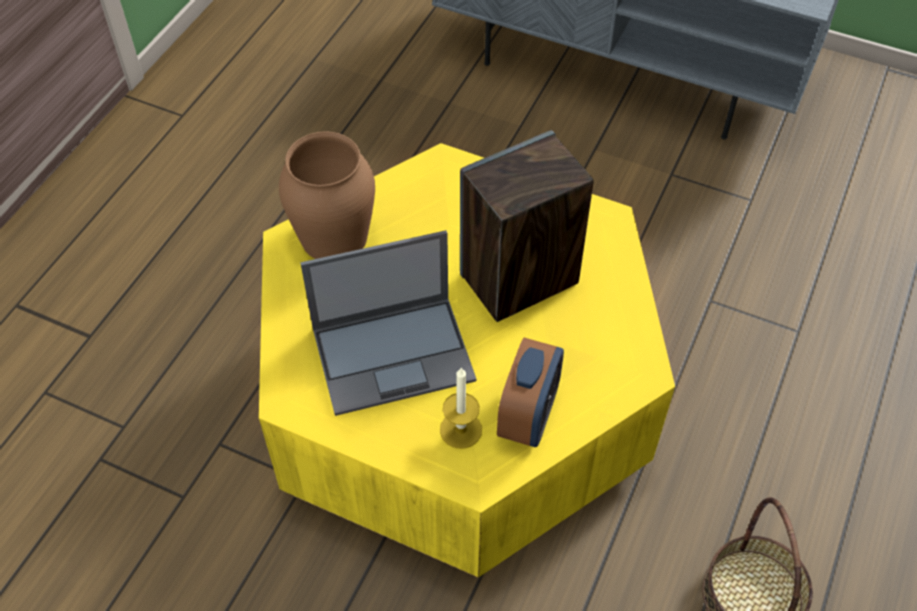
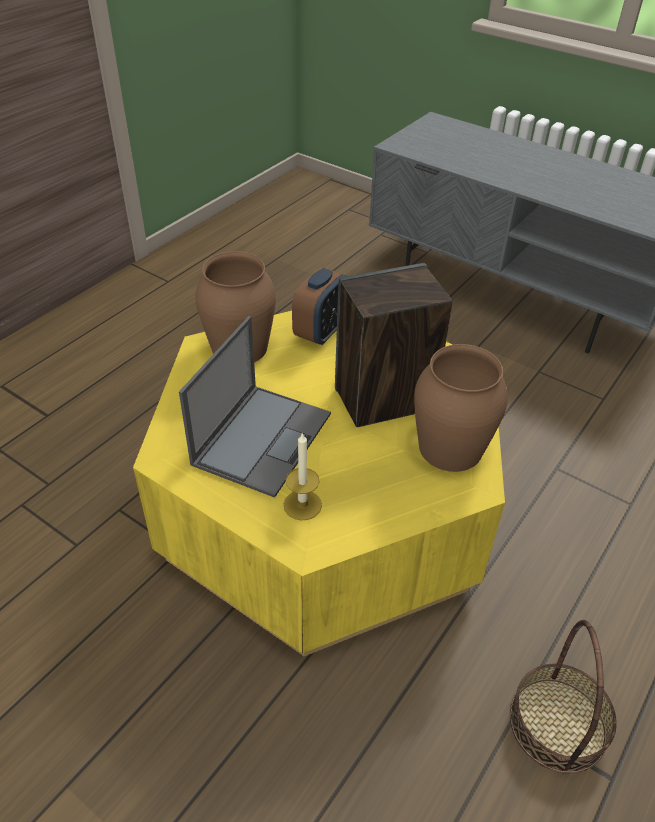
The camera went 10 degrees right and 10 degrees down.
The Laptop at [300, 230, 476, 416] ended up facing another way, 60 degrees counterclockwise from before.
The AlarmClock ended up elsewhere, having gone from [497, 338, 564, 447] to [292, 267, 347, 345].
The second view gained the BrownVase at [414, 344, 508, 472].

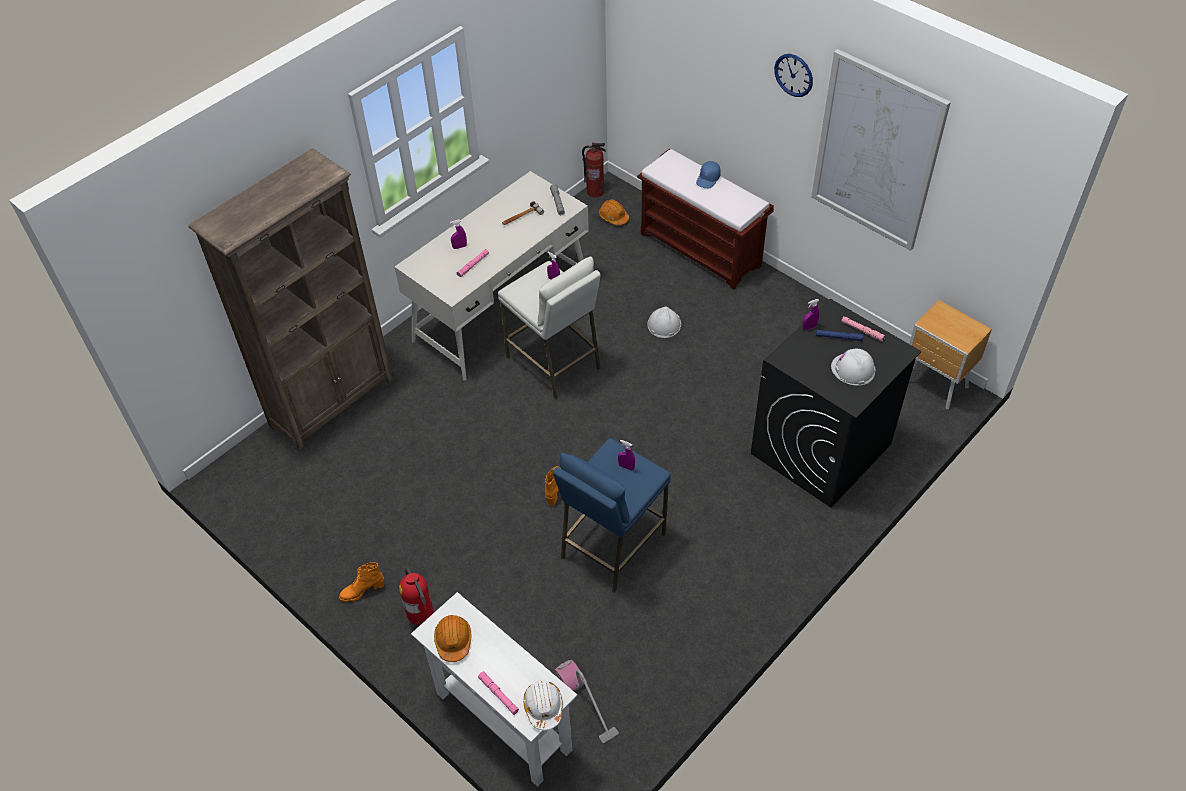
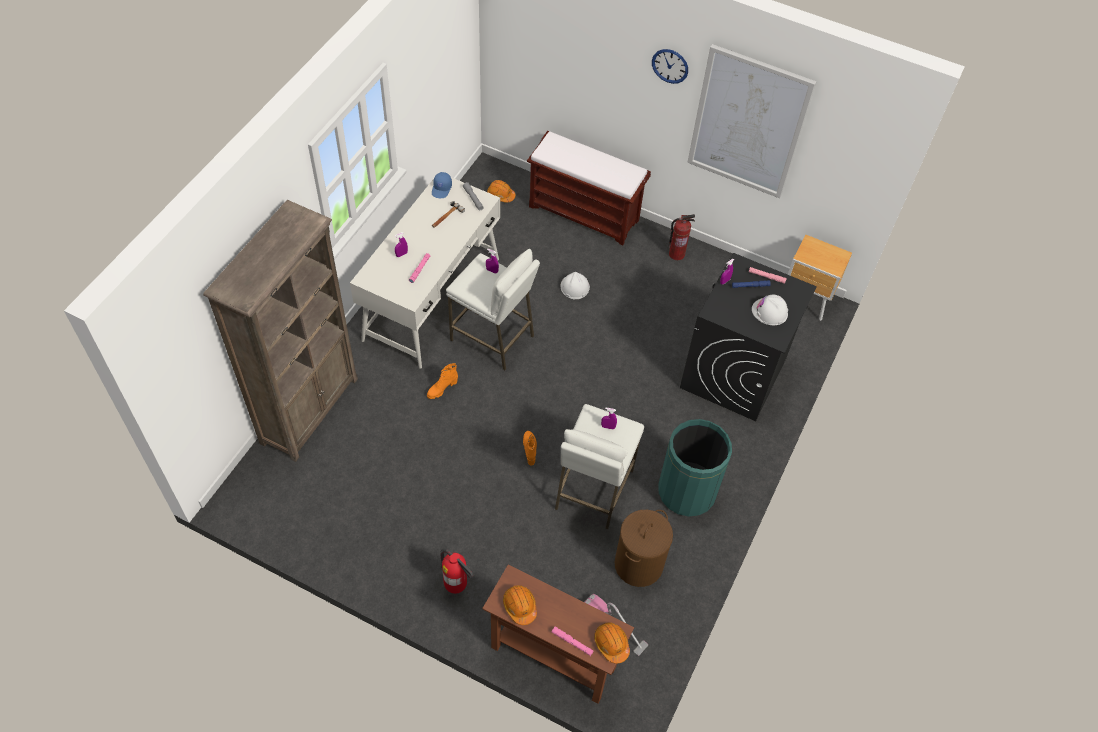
The camera went 20 degrees left and 5 degrees up.
The FireExtinguisher ended up elsewhere, having gone from [582, 143, 606, 198] to [668, 214, 695, 260].
The BlueCap ended up elsewhere, having gone from [696, 161, 721, 188] to [432, 172, 452, 198].
What was the BlueStool at [553, 438, 671, 593] turned into the WhiteStool at [555, 404, 644, 529].
The OrangeBoot ended up elsewhere, having gone from [339, 562, 385, 602] to [427, 363, 458, 399].
What was the WhiteConsoleTable at [411, 592, 578, 787] turned into the BrownConsoleTable at [482, 564, 634, 703].
What was the WhiteHardHat at [523, 680, 563, 731] turned into the OrangeHardHat at [594, 623, 630, 664].
The second view gained the GreenTrashCan at [658, 419, 732, 517].
The second view gained the BrownLaundryBasket at [615, 510, 673, 587].

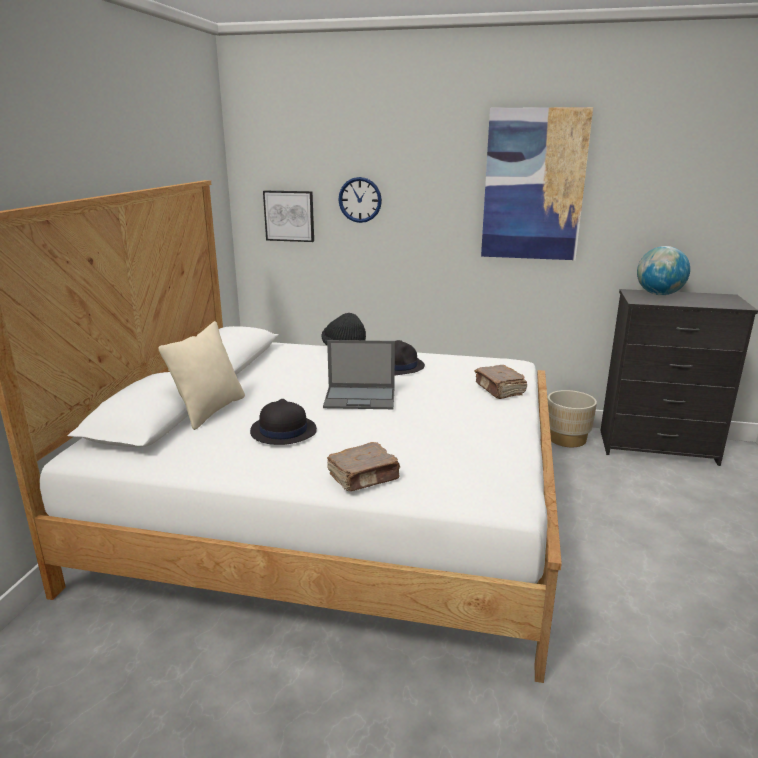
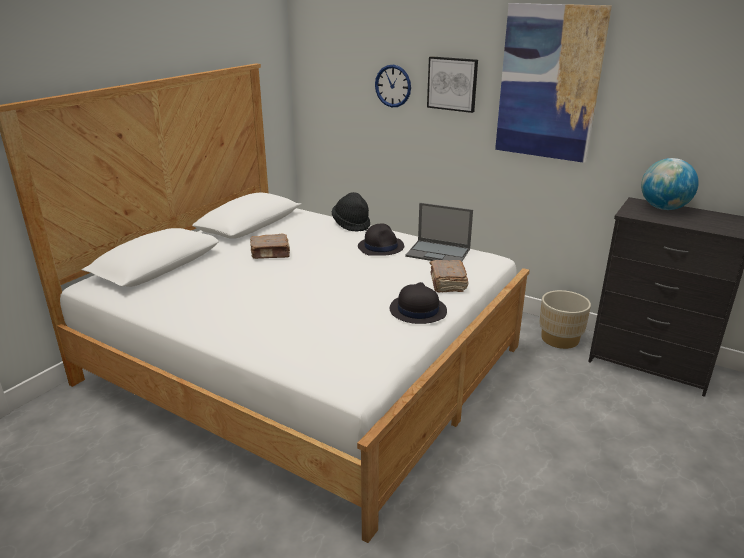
The camera went 20 degrees right and 5 degrees up.
The Picture ended up elsewhere, having gone from [263, 191, 314, 242] to [427, 56, 478, 113].
The second view lost the BeigePillow at [158, 321, 245, 430].
The Laptop ended up elsewhere, having gone from [323, 340, 395, 409] to [405, 203, 473, 262].
The BlackHat ended up elsewhere, having gone from [250, 399, 317, 445] to [390, 282, 447, 324].
The BrownBook ended up elsewhere, having gone from [327, 442, 400, 491] to [250, 234, 290, 259].

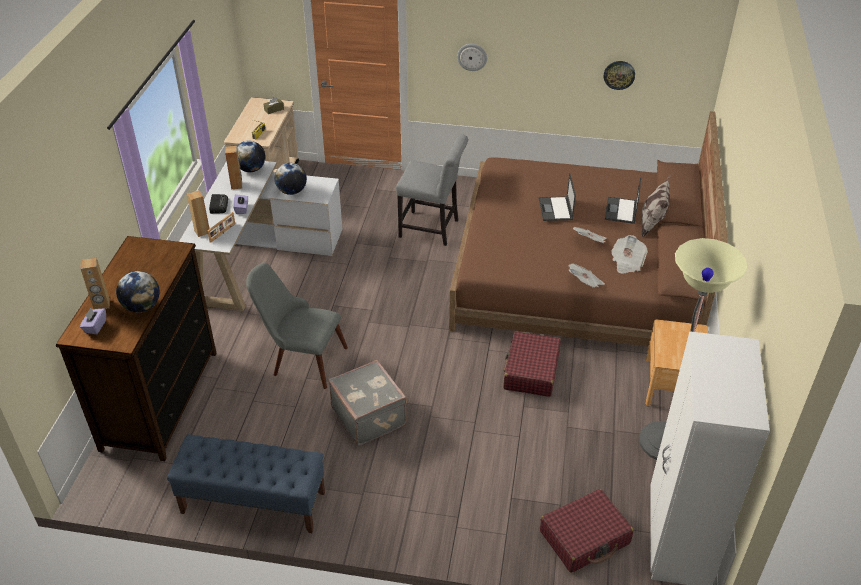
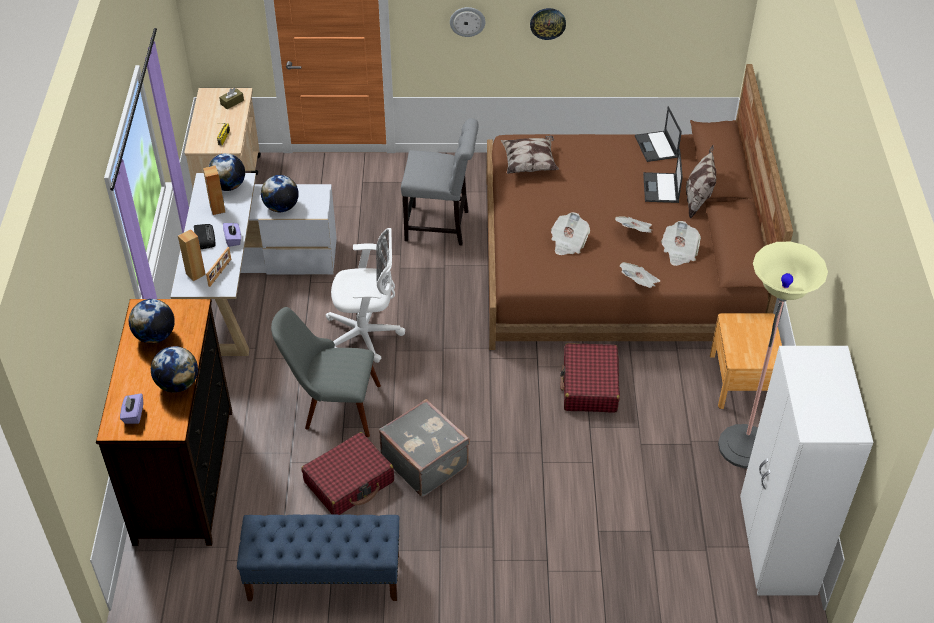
The camera went 10 degrees left and 5 degrees up.
The WallClock ended up elsewhere, having gone from [604, 61, 635, 90] to [530, 8, 566, 40].
The Laptop ended up elsewhere, having gone from [539, 173, 576, 221] to [635, 106, 682, 162].
The second view lost the BrownSpeaker at [80, 258, 110, 309].
The RedSuitcase ended up elsewhere, having gone from [540, 489, 633, 573] to [301, 432, 394, 515].
The second view gained the Pillow at [501, 136, 559, 174].
The second view gained the Newspaper at [551, 212, 590, 255].
The second view gained the WhiteOfficeChair at [326, 228, 405, 363].
The second view gained the Globe at [129, 299, 175, 344].

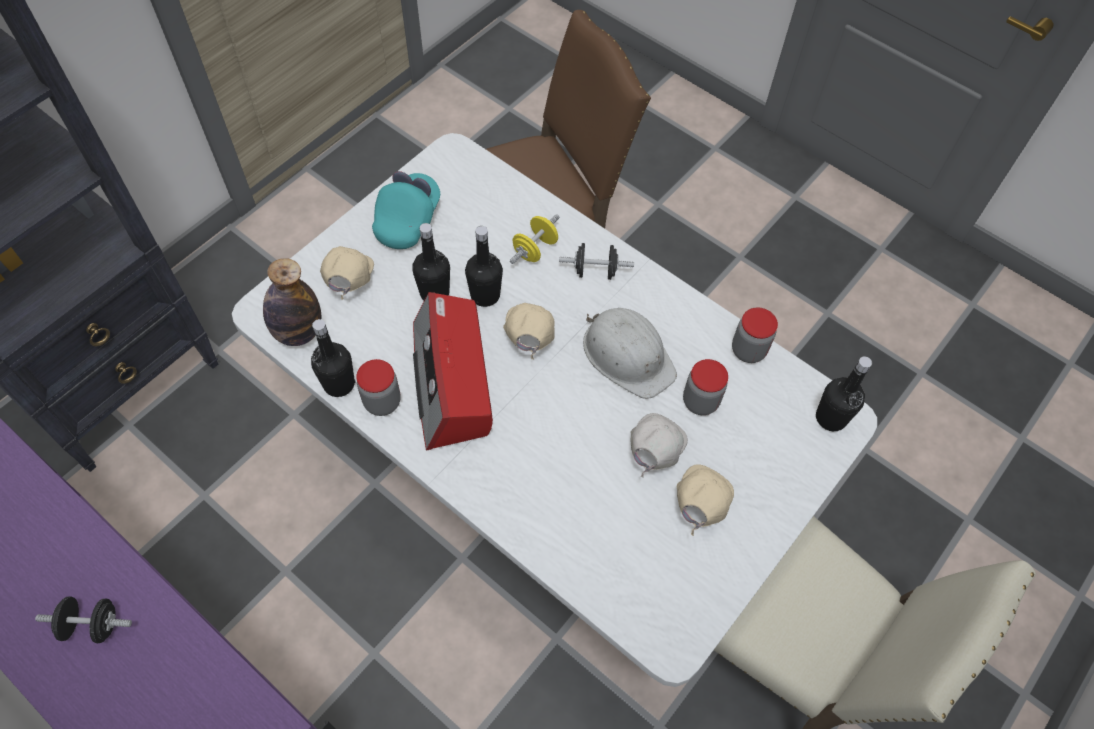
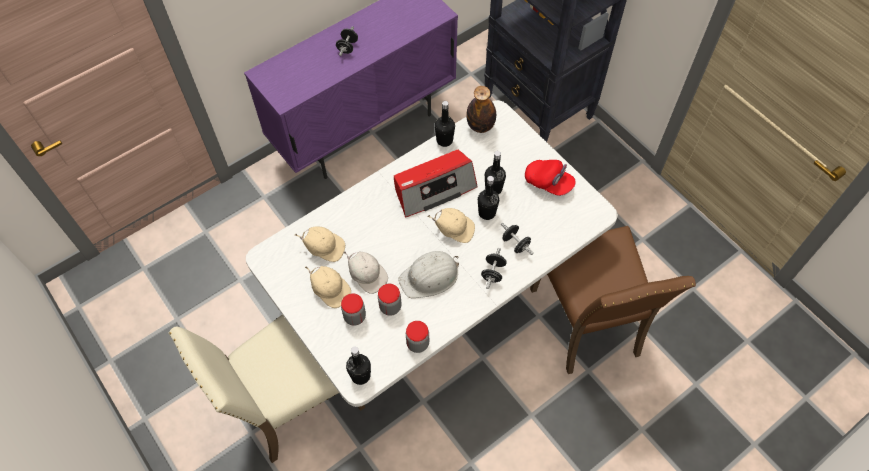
The camera went 105 degrees right and 0 degrees up.
What was the TurquoiseCap at [372, 171, 440, 249] turned into the RedCap at [525, 160, 576, 196].
What was the YellowDumbbell at [510, 214, 559, 264] turned into the BlackDumbbell at [501, 223, 534, 255].
The BeigeCap ended up elsewhere, having gone from [320, 246, 374, 300] to [295, 226, 345, 262].
The Radio at [413, 292, 493, 451] ended up facing another way, 150 degrees clockwise from before.
The Jar ended up elsewhere, having gone from [356, 359, 401, 416] to [341, 293, 366, 326].

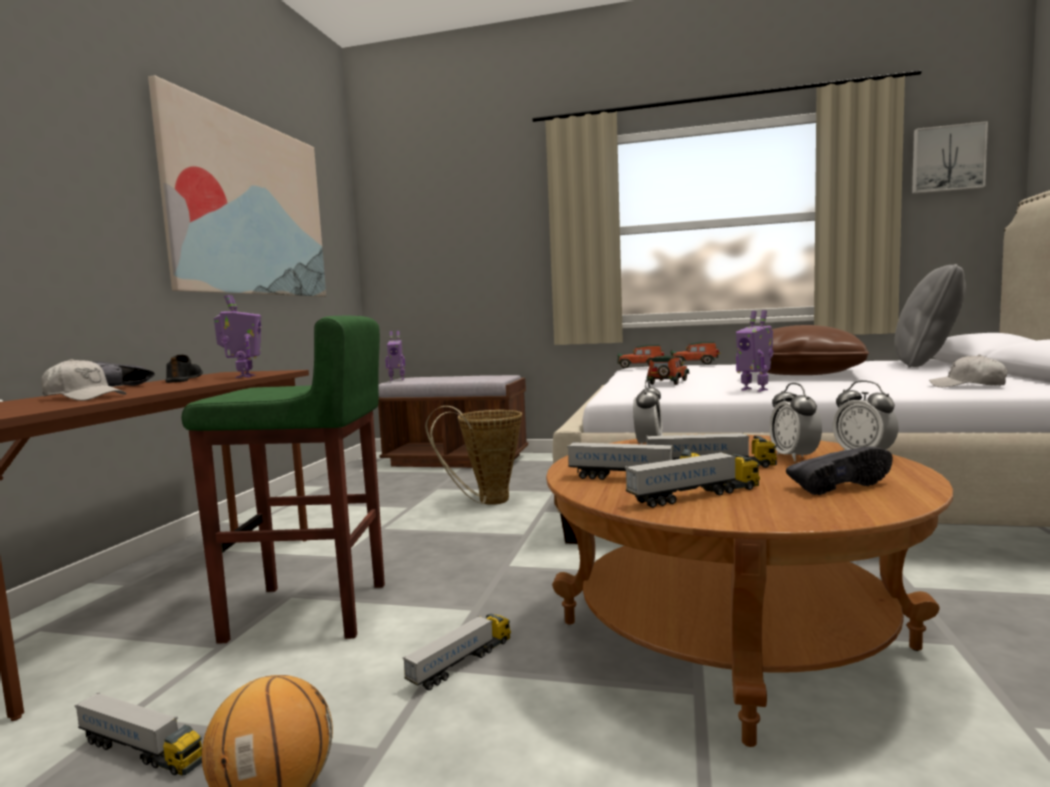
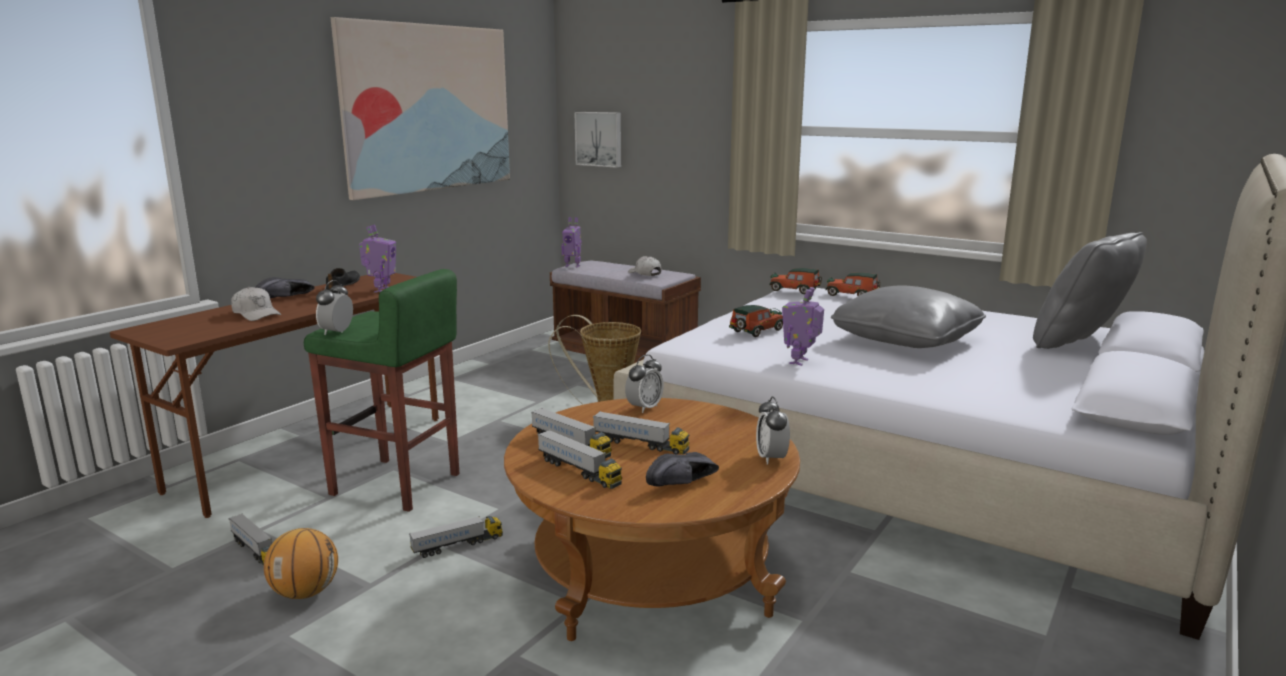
The camera went 20 degrees right and 10 degrees up.
The Picture ended up elsewhere, having gone from [912, 121, 988, 194] to [574, 112, 621, 168].
The ToyRobot at [736, 310, 774, 392] ended up facing another way, 45 degrees clockwise from before.
What was the BrownPillow at [767, 325, 869, 375] turned into the GreyPillow at [831, 285, 986, 348].
The WhiteCap ended up elsewhere, having gone from [929, 354, 1008, 387] to [628, 256, 661, 276].
The AlarmClock ended up elsewhere, having gone from [769, 383, 822, 462] to [316, 280, 353, 335].
The BlackShoe at [786, 446, 893, 495] ended up facing another way, 135 degrees clockwise from before.
The ToyTruck at [625, 452, 760, 508] ended up facing another way, 45 degrees clockwise from before.

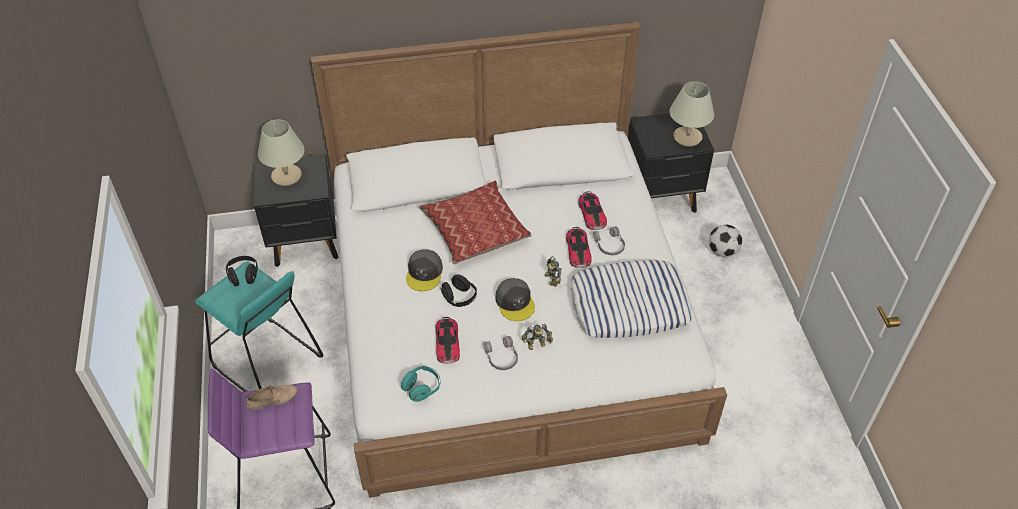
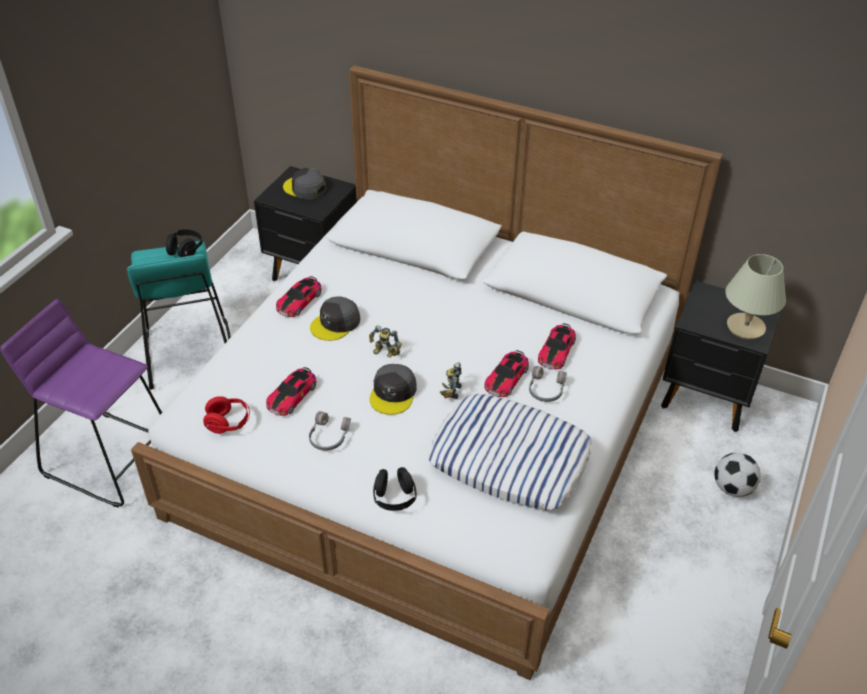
The camera went 35 degrees right and 5 degrees down.
Where the BeigeTableLamp stood at [258, 119, 305, 186], the GreyCap came to stand at [283, 168, 326, 200].
The second view lost the Pillow at [419, 180, 532, 264].
The BlackHeadphones ended up elsewhere, having gone from [440, 274, 477, 307] to [373, 467, 416, 511].
The ToyRobot ended up elsewhere, having gone from [522, 324, 553, 350] to [369, 325, 402, 357].
What was the TurquoiseHeadphones at [401, 366, 440, 402] turned into the RedHeadphones at [203, 396, 250, 434].
The second view lost the BeigeShoe at [246, 385, 297, 410].
The second view gained the ToyCar at [276, 276, 322, 317].

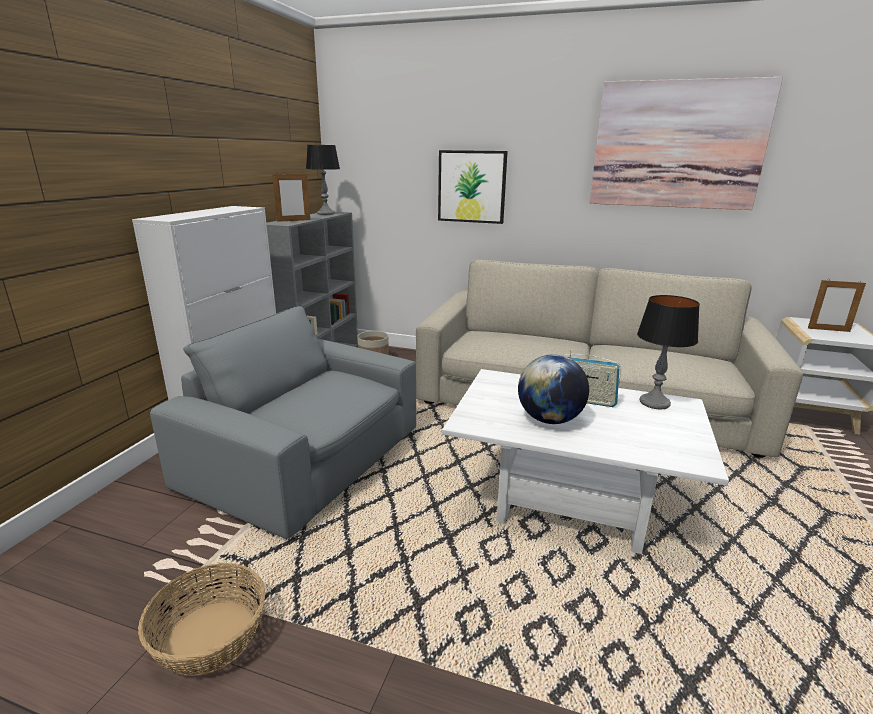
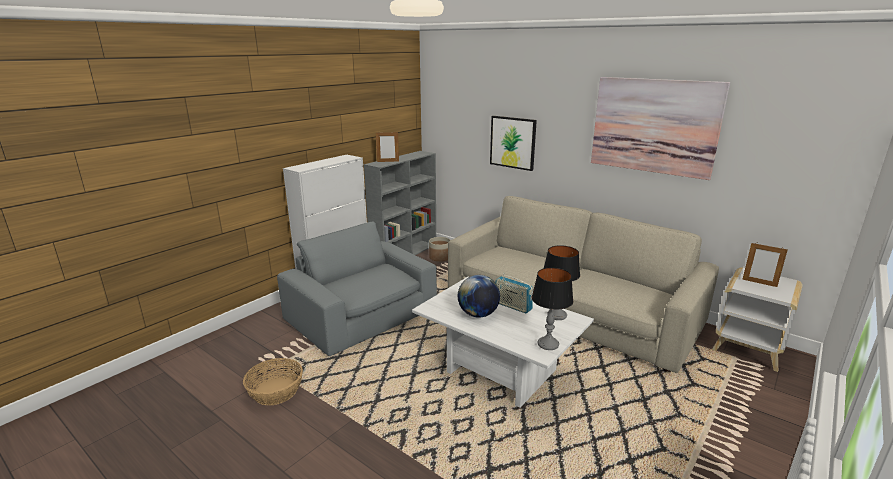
The camera went 20 degrees right and 0 degrees up.
The TableLamp ended up elsewhere, having gone from [306, 145, 340, 215] to [532, 268, 573, 350].

